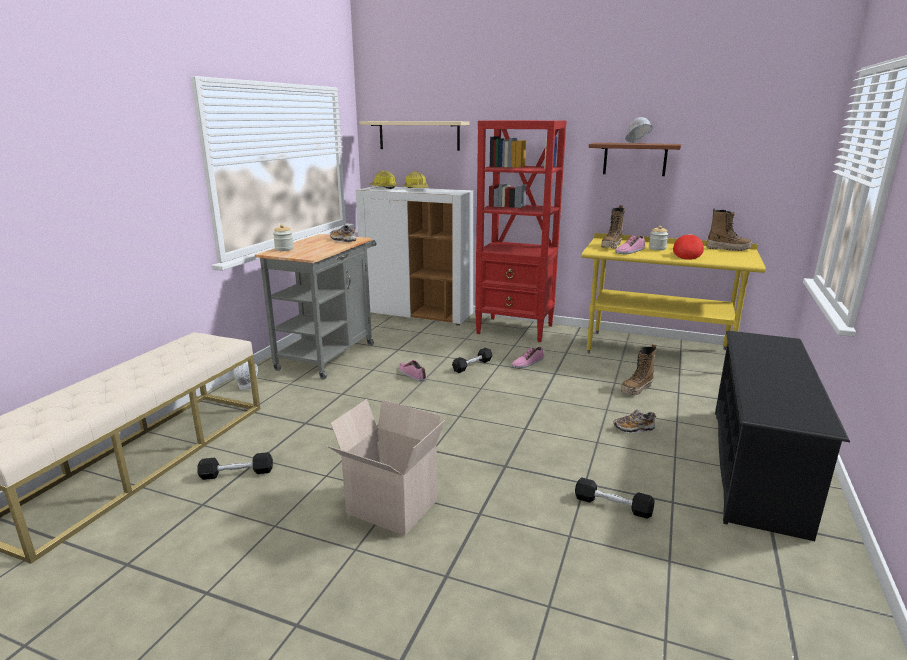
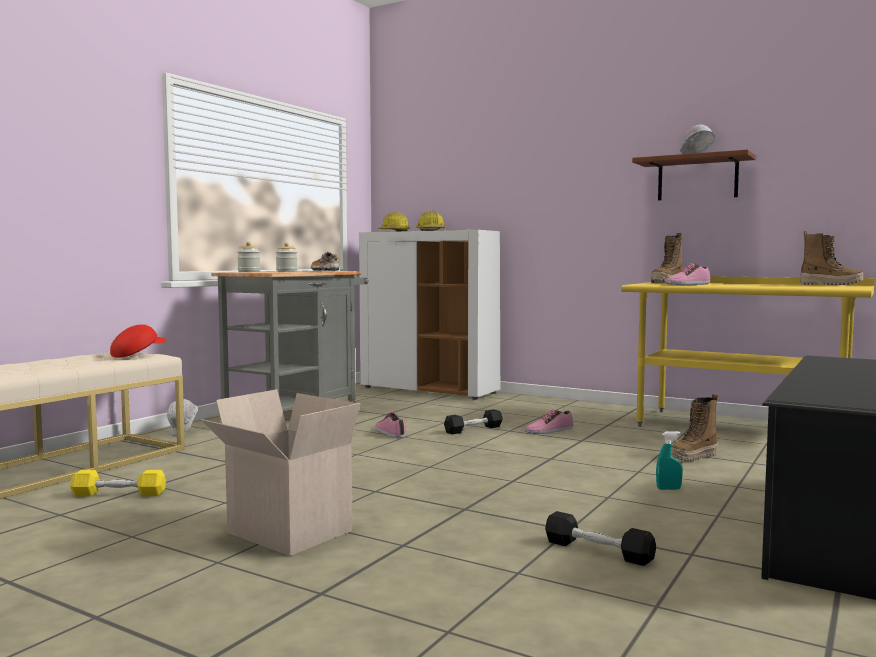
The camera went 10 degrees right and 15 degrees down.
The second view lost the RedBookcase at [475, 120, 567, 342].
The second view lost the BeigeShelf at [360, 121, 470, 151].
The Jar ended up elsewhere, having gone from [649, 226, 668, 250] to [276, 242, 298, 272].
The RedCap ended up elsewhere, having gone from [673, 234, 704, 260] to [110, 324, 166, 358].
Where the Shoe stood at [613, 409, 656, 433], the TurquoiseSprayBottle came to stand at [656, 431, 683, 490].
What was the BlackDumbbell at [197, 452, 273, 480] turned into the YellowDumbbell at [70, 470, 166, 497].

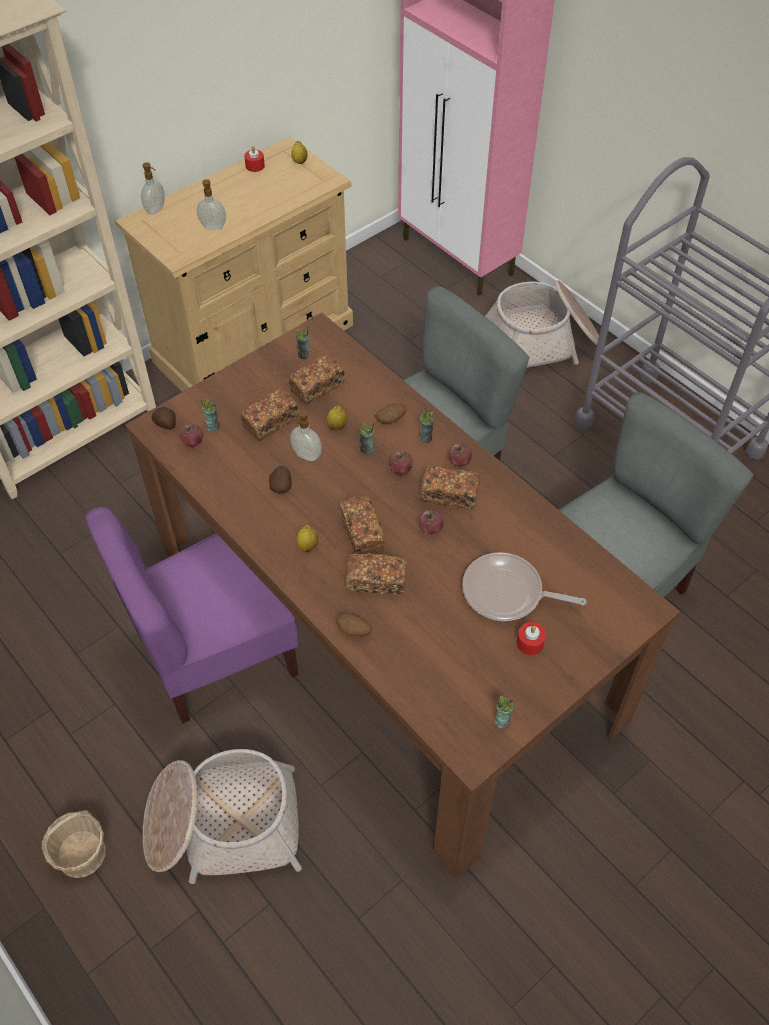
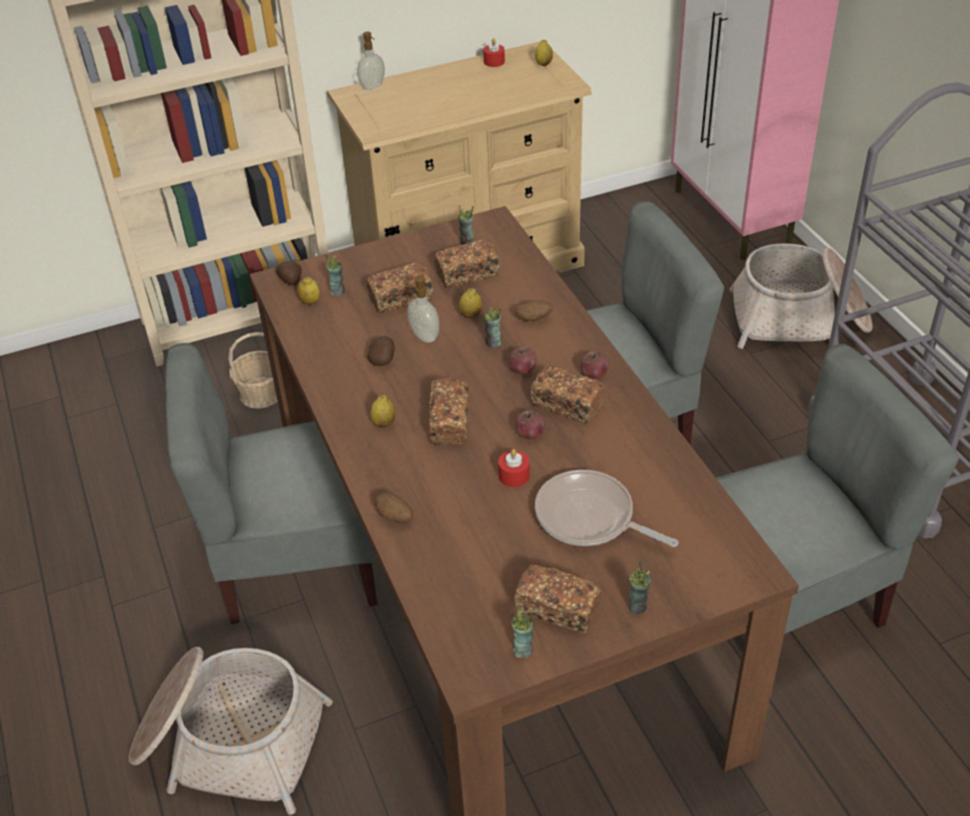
The camera went 20 degrees right and 10 degrees down.
The second view lost the SoapDispenser at [197, 179, 226, 229].
The Cup ended up elsewhere, having gone from [420, 406, 434, 443] to [629, 561, 651, 614].
Where the Apple stood at [179, 424, 203, 447], the Lemon came to stand at [297, 277, 320, 305].
What was the PurpleChair at [85, 507, 299, 724] turned into the GreyChair at [165, 343, 377, 624].
The Bread ended up elsewhere, having gone from [346, 553, 407, 595] to [514, 565, 601, 633].
The RedCandle ended up elsewhere, having gone from [517, 622, 546, 655] to [498, 449, 530, 487].
The Basket ended up elsewhere, having gone from [42, 810, 106, 878] to [228, 332, 277, 409].

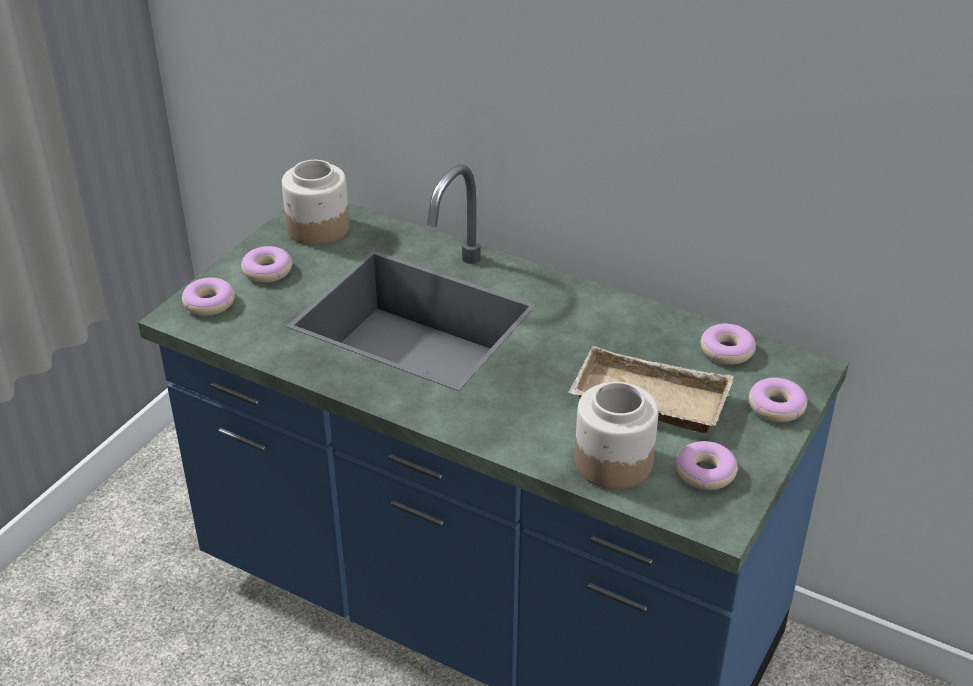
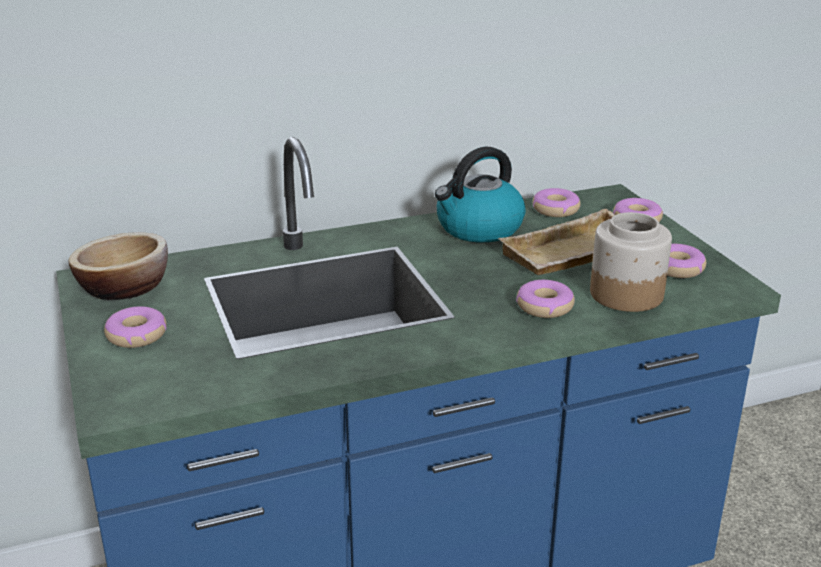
The camera went 50 degrees left and 10 degrees down.
Where the Jar stood at [282, 160, 349, 246], the Bowl came to stand at [68, 232, 168, 300].
The Donut ended up elsewhere, having gone from [182, 278, 235, 316] to [516, 280, 575, 318].
The second view gained the Kettle at [435, 147, 526, 243].

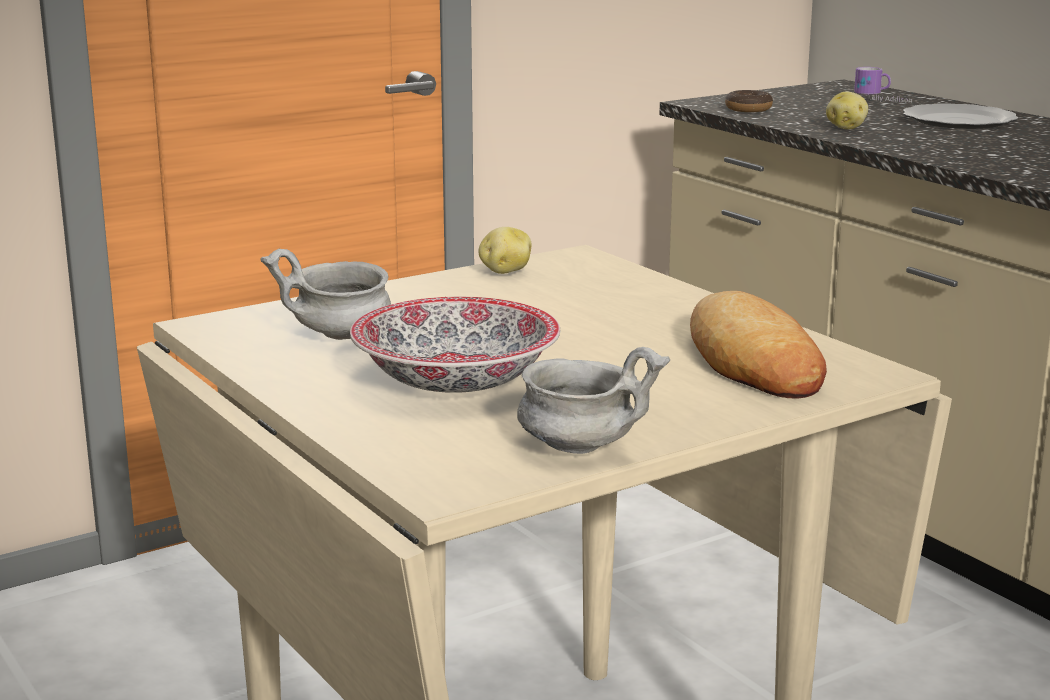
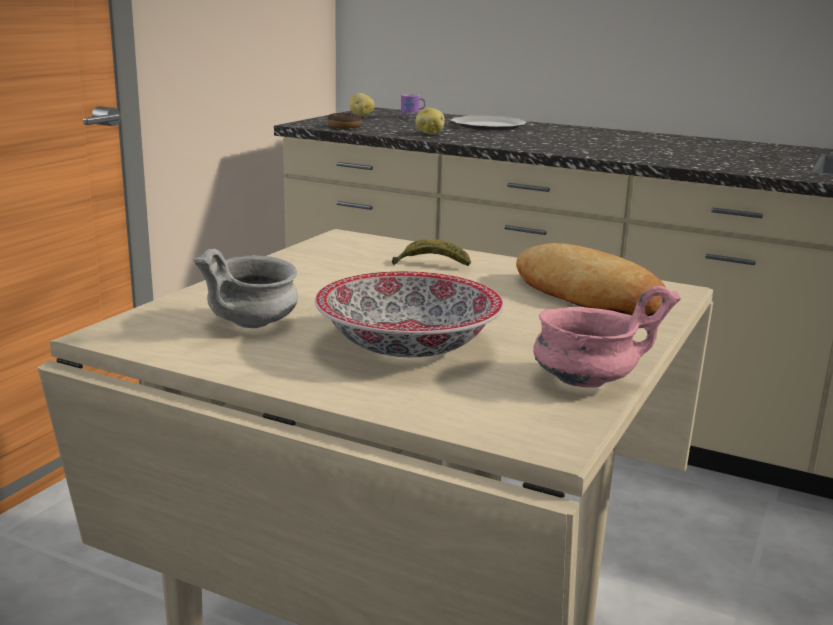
The camera went 30 degrees left and 0 degrees up.
The Potato ended up elsewhere, having gone from [478, 227, 531, 274] to [349, 93, 374, 116].
What was the GreyBowl at [517, 347, 670, 454] turned into the PinkBowl at [533, 286, 681, 388].
The second view gained the Banana at [392, 239, 471, 266].

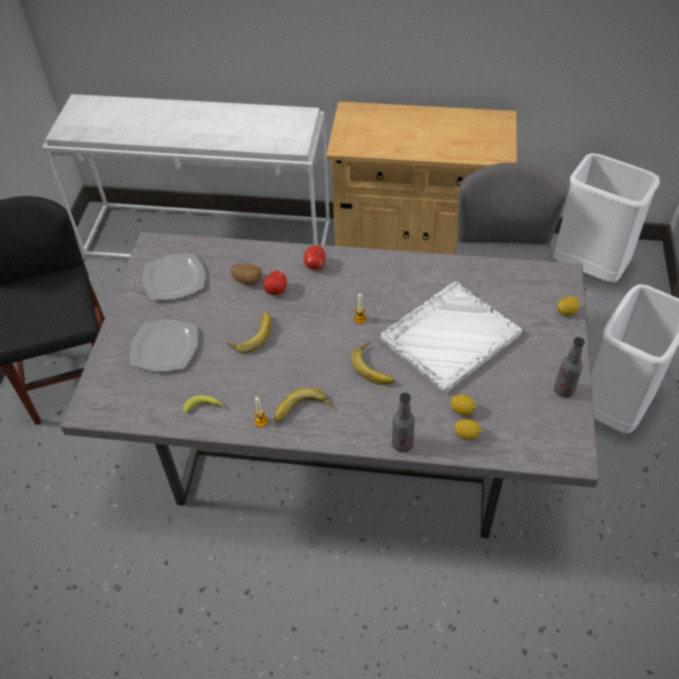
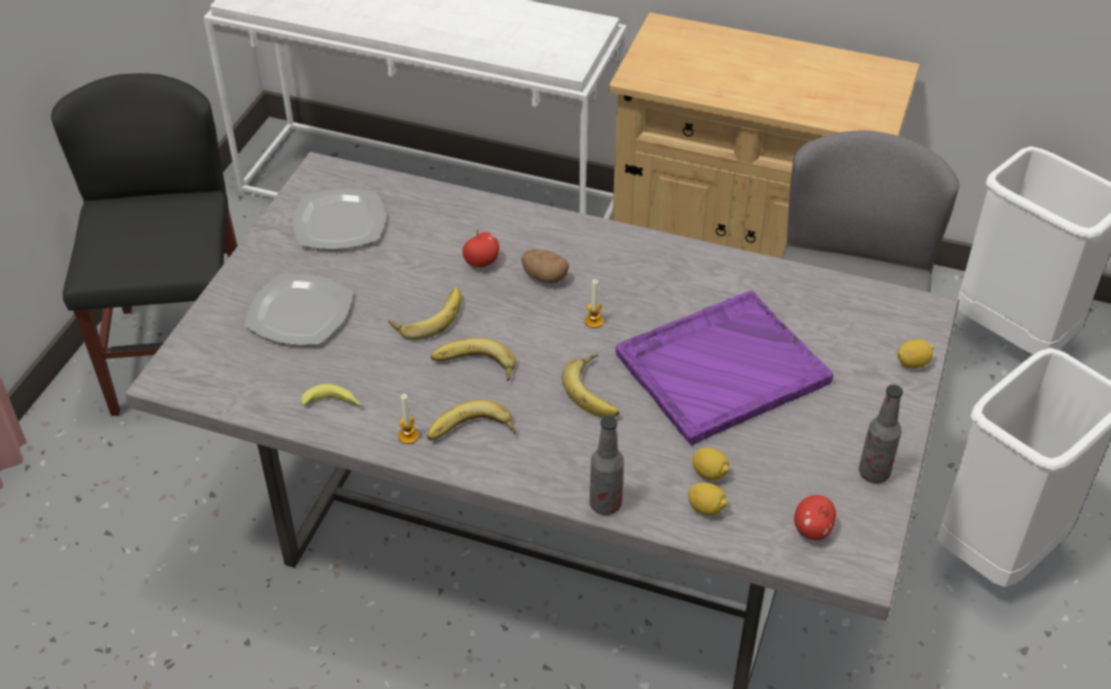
The camera went 10 degrees right and 5 degrees down.
The Apple ended up elsewhere, having gone from [304, 246, 326, 270] to [794, 495, 836, 540].
The Potato ended up elsewhere, having gone from [231, 263, 262, 285] to [521, 249, 569, 284].
What was the WhiteTray at [380, 281, 522, 394] turned into the PurpleTray at [616, 291, 833, 446].
The second view gained the Banana at [431, 338, 516, 381].

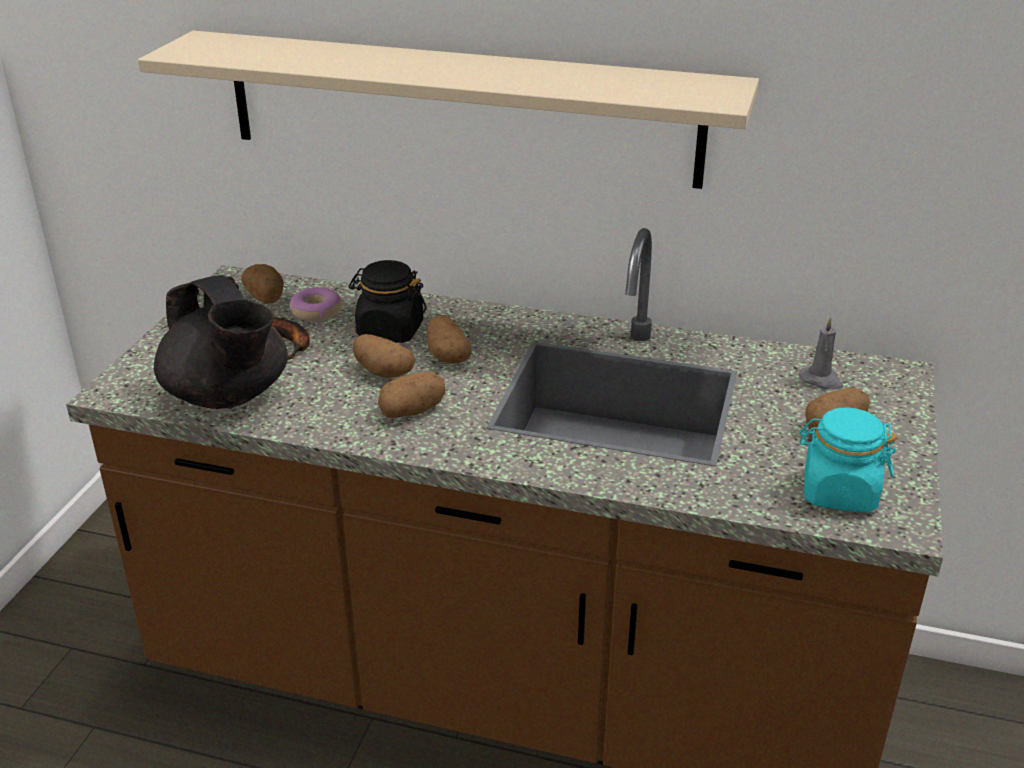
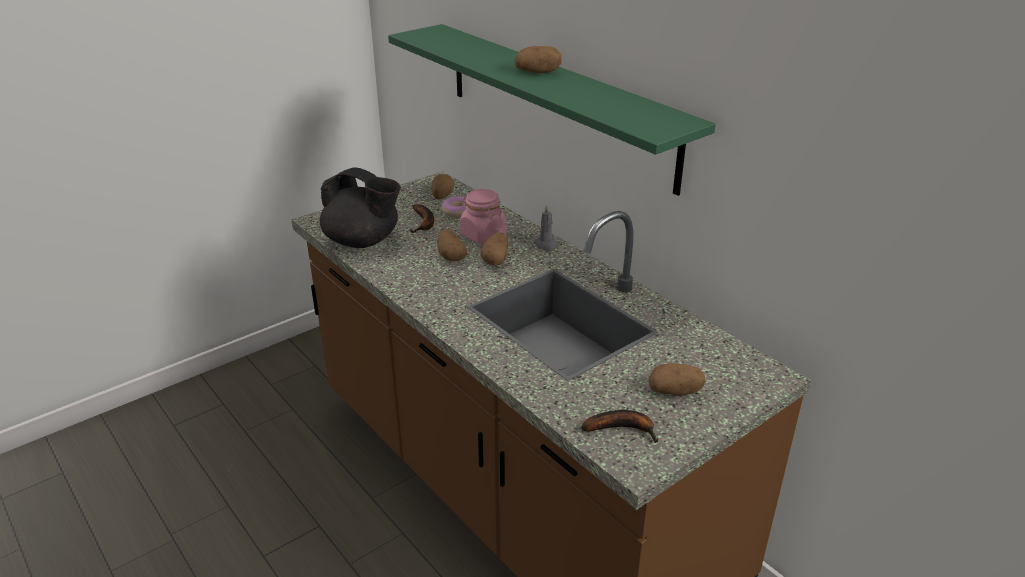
The camera went 35 degrees right and 0 degrees up.
What was the BeigeShelf at [138, 31, 759, 189] turned into the GreenShelf at [388, 24, 716, 196].
What was the BlackJar at [349, 260, 427, 343] turned into the PinkJar at [460, 189, 506, 244].
The BlackTeapot at [154, 275, 288, 409] ended up facing another way, 60 degrees counterclockwise from before.
The GreyCandle ended up elsewhere, having gone from [799, 317, 843, 389] to [533, 204, 557, 251].
The Potato ended up elsewhere, having gone from [378, 372, 445, 418] to [514, 46, 562, 74].
Where the TurquoiseJar stood at [799, 407, 897, 512], the Banana came to stand at [581, 410, 659, 443].

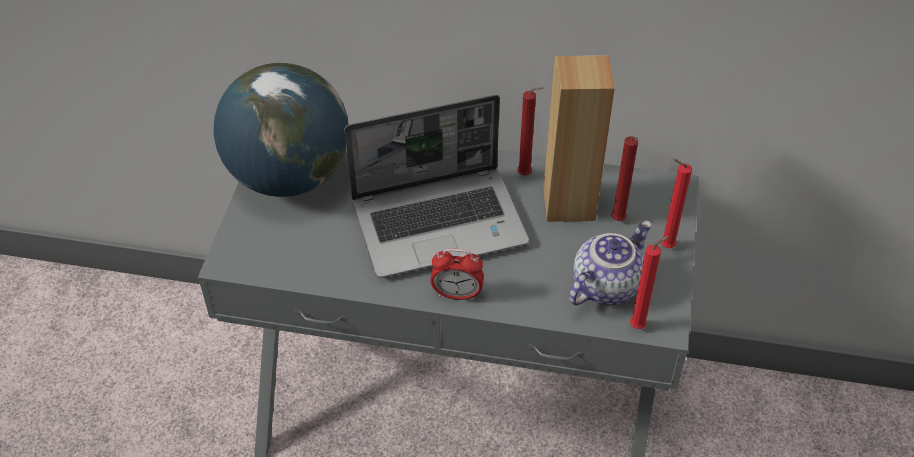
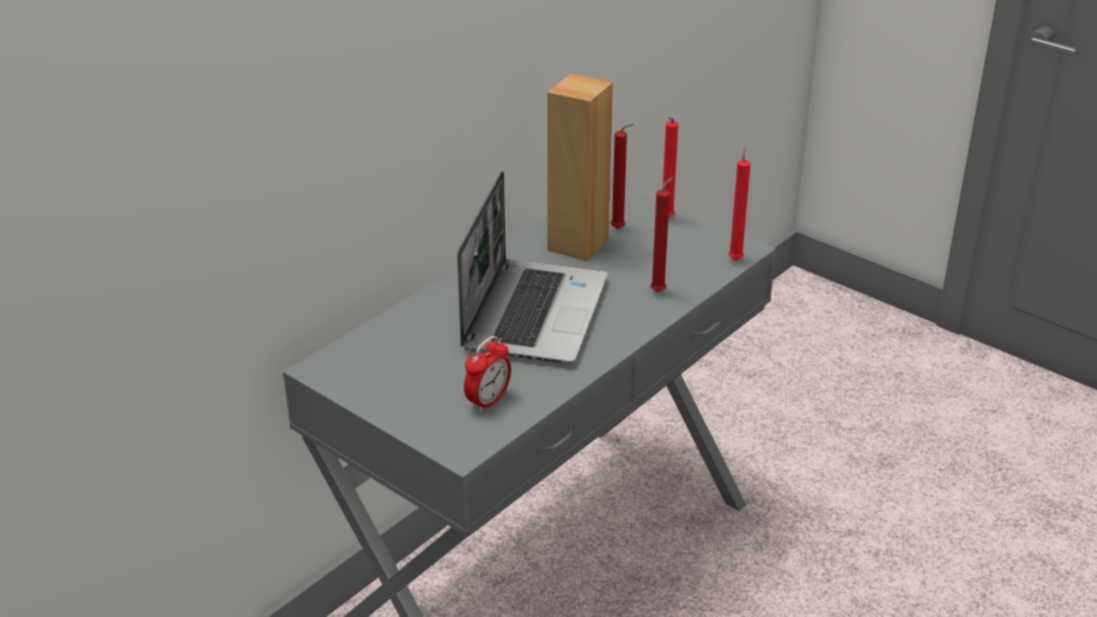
The camera went 60 degrees left and 15 degrees down.
The second view lost the Globe at [214, 63, 348, 197].
The RedCandle ended up elsewhere, having gone from [517, 87, 543, 175] to [650, 176, 673, 292].
The second view lost the Teapot at [569, 220, 652, 306].
The AlarmClock ended up elsewhere, having gone from [430, 249, 484, 300] to [464, 336, 511, 413].

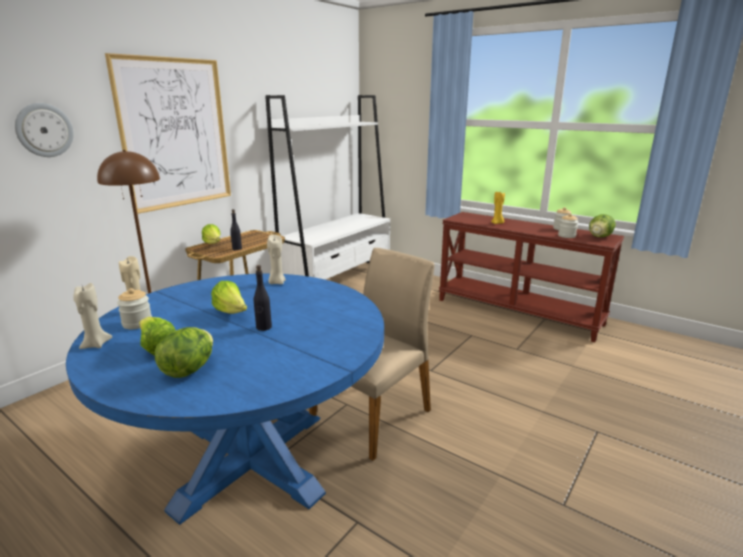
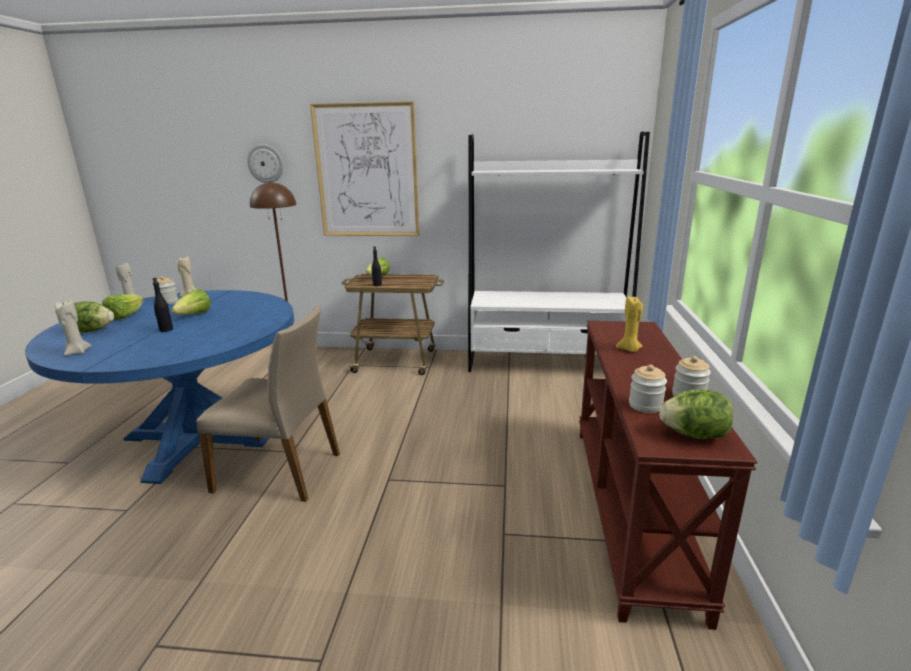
The camera went 60 degrees right and 0 degrees up.
The BeigeCandle ended up elsewhere, having gone from [267, 235, 286, 284] to [55, 299, 91, 356].

